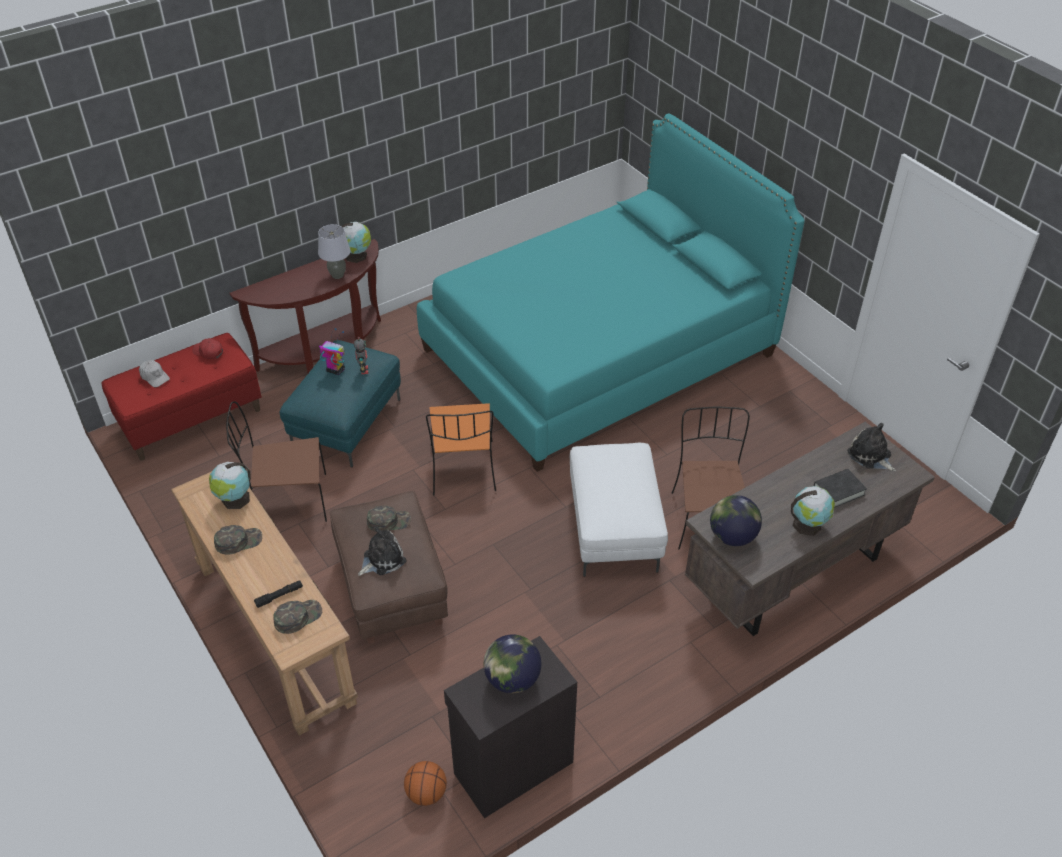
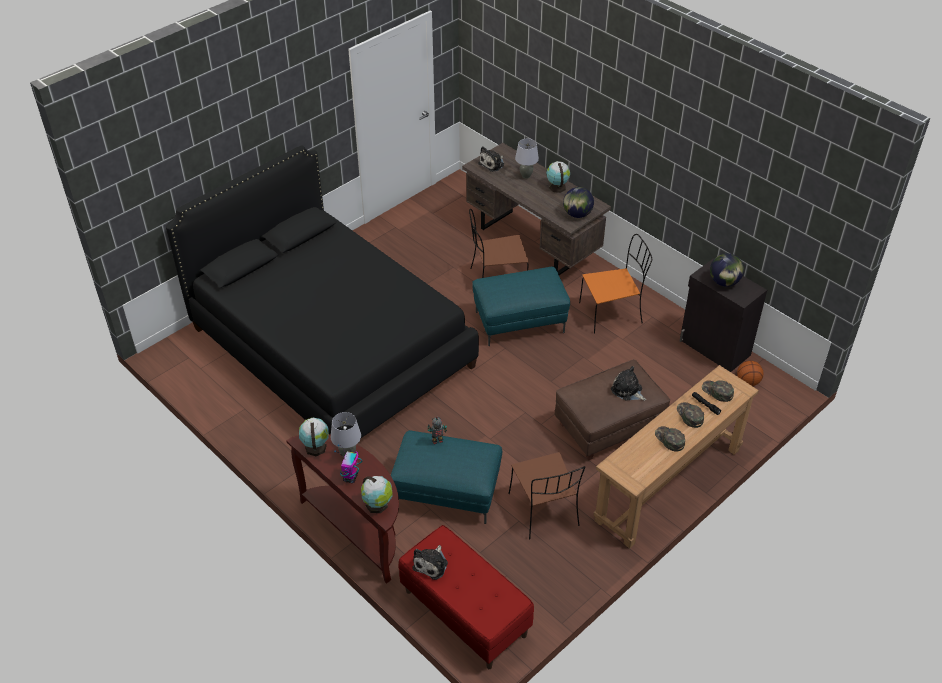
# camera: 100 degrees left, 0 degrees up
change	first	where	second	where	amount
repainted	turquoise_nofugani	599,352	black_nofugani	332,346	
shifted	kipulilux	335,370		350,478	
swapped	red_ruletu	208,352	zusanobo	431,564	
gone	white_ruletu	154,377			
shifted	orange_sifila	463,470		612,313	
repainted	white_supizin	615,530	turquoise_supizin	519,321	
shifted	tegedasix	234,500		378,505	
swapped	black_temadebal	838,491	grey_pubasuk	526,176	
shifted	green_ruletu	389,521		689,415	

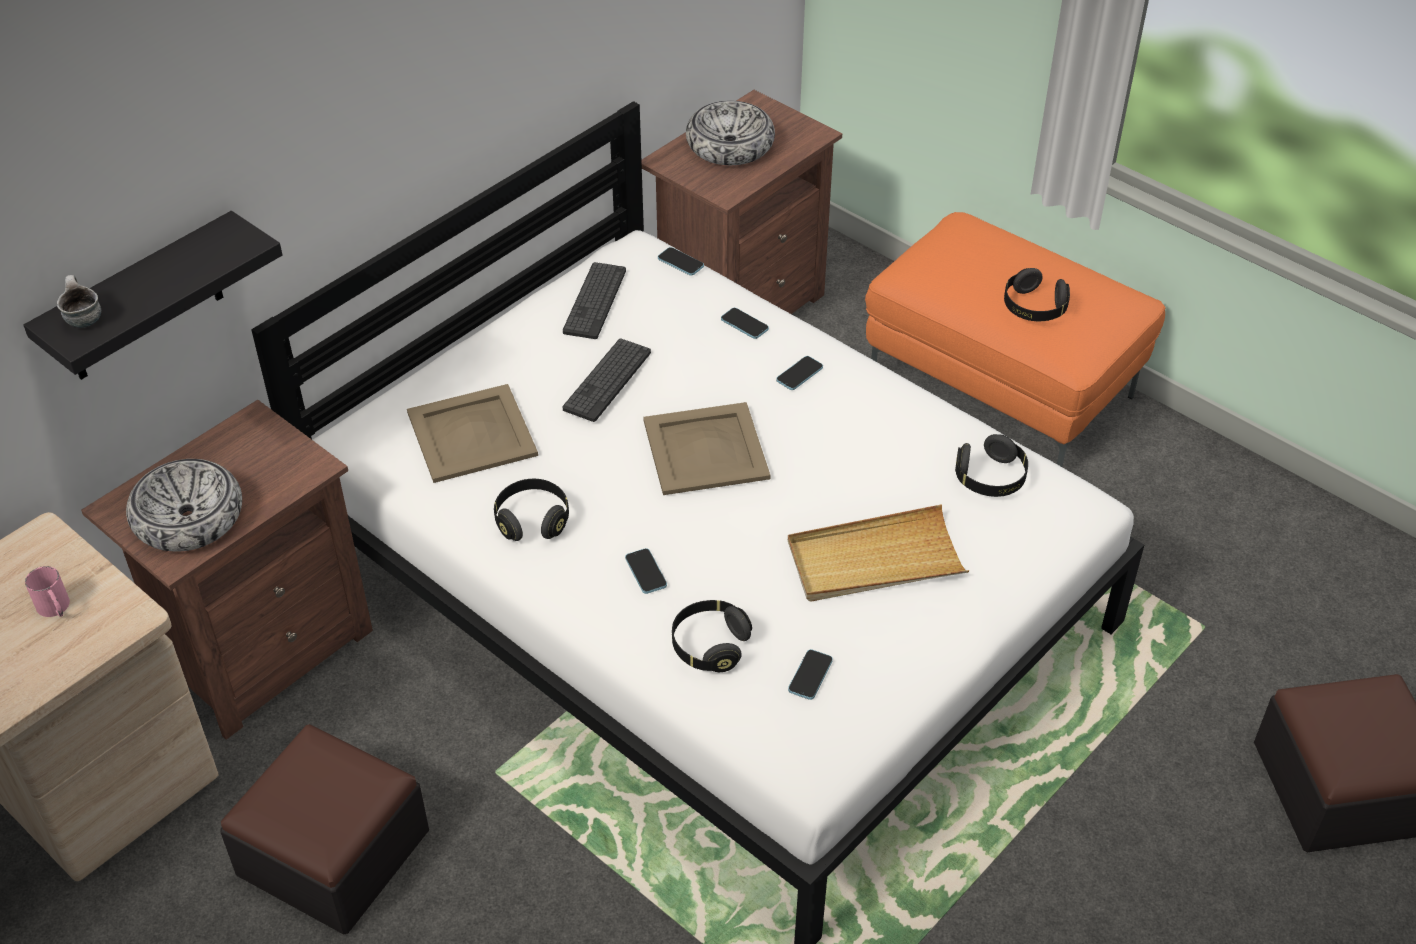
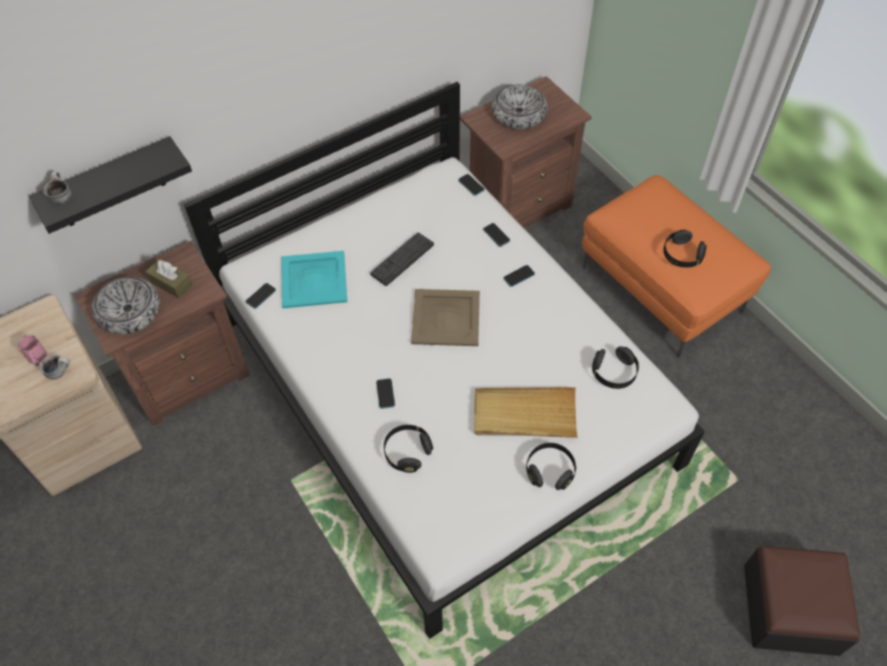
# camera: 15 degrees right, 10 degrees up
change	first	where	second	where	amount
gone	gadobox	595,301			
repainted	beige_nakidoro	472,433	turquoise_nakidoro	314,279	
shifted	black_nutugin	532,520		550,470	
shifted	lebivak	810,675		261,296	
gone	supizin	333,852			
new			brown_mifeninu	171,283	
new			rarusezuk	60,371	

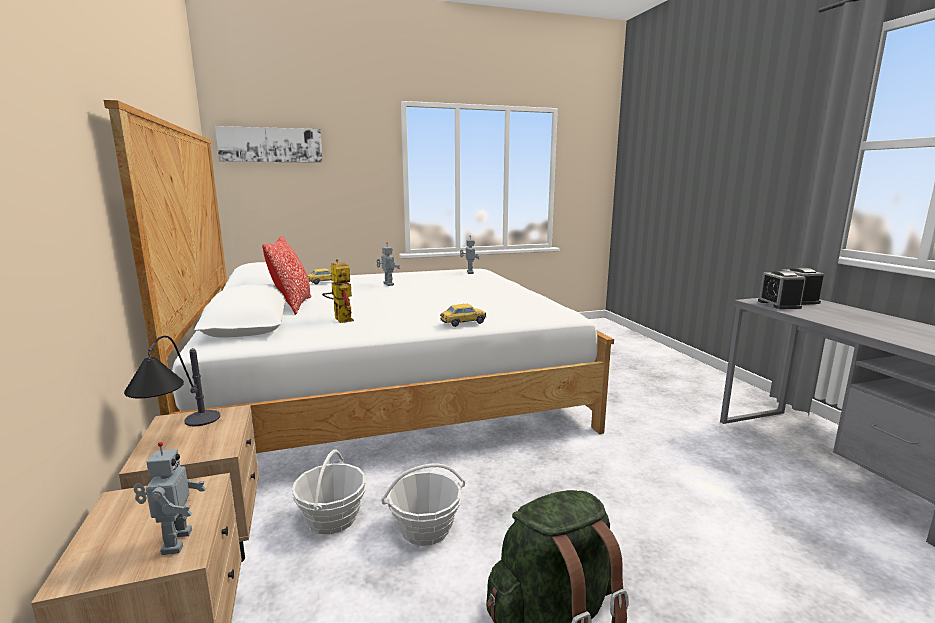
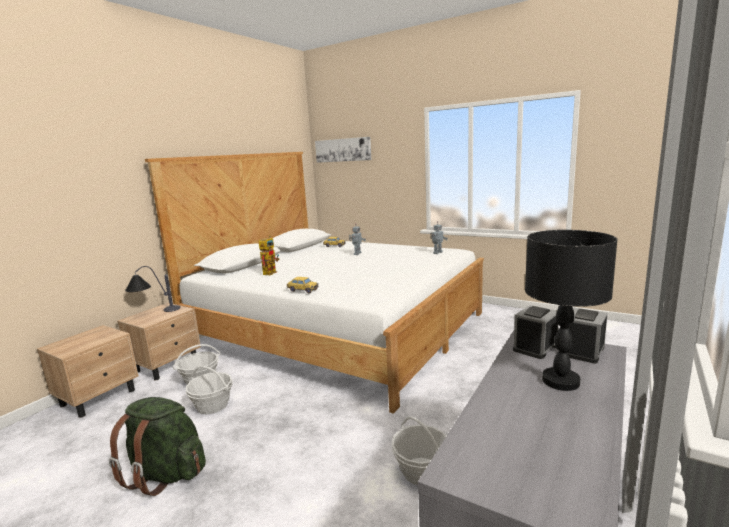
# camera: 50 degrees right, 0 degrees up
change	first	where	second	where	amount
gone	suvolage	292,305			
gone	kipulilux	174,542			
new			black_pubasuk	561,381	
new			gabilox	421,471	

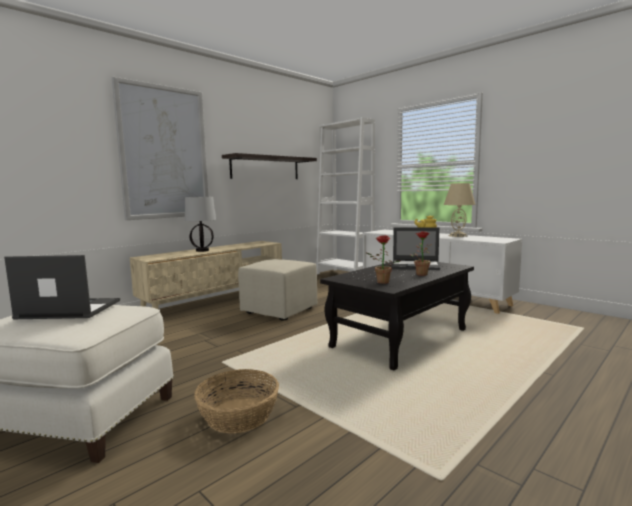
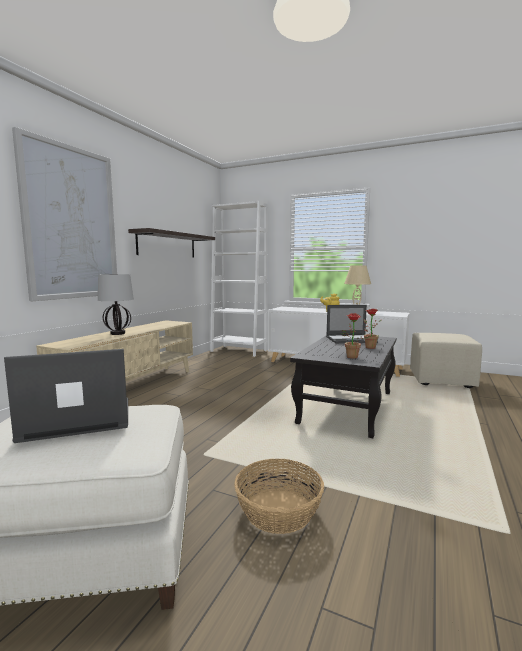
# camera: 20 degrees left, 0 degrees up
change	first	where	second	where	amount
shifted	beige_supizin	280,311		442,380	

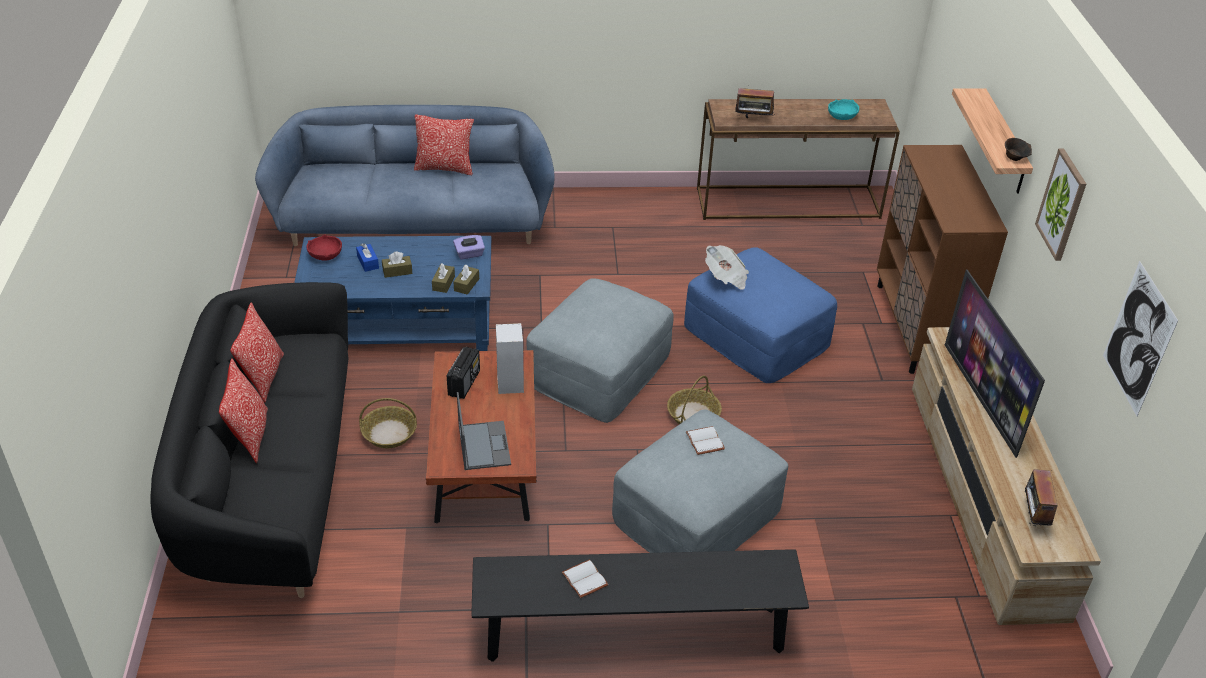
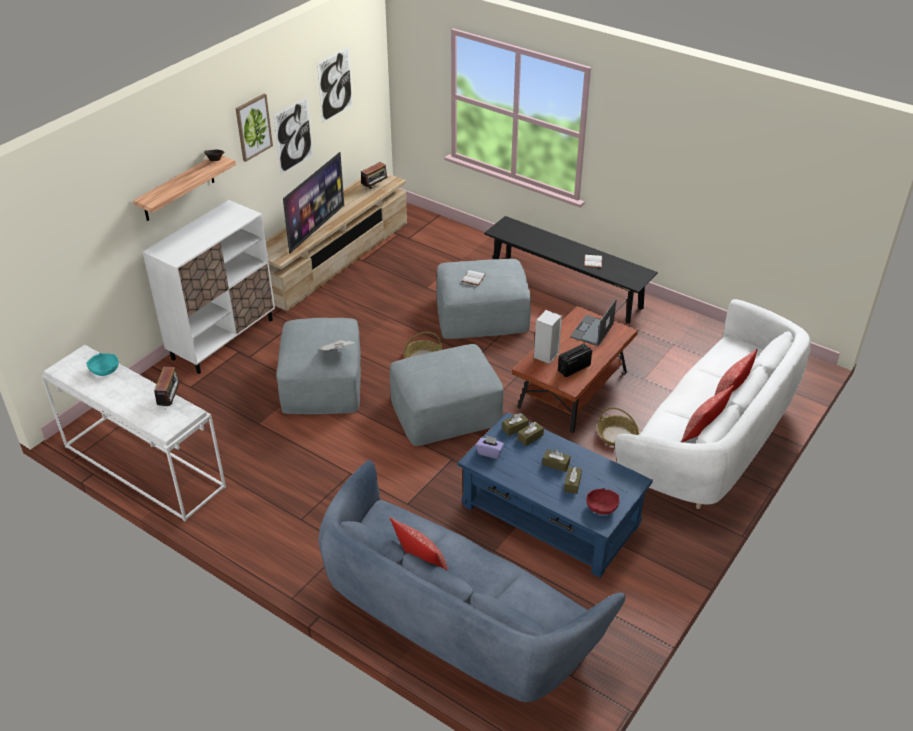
# camera: 140 degrees left, 0 degrees up
change	first	where	second	where	amount
rotated	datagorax	753,120		170,401	45 degrees clockwise
repainted	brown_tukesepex	788,202	white_tukesepex	142,467	
repainted	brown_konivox	917,327	white_konivox	223,339	
repainted	blue_mifeninu	368,262	brown_mifeninu	572,484	
repainted	blue_supizin	757,335	grey_supizin	322,382	
repainted	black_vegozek	271,481	white_vegozek	711,441	
new			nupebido	293,135	

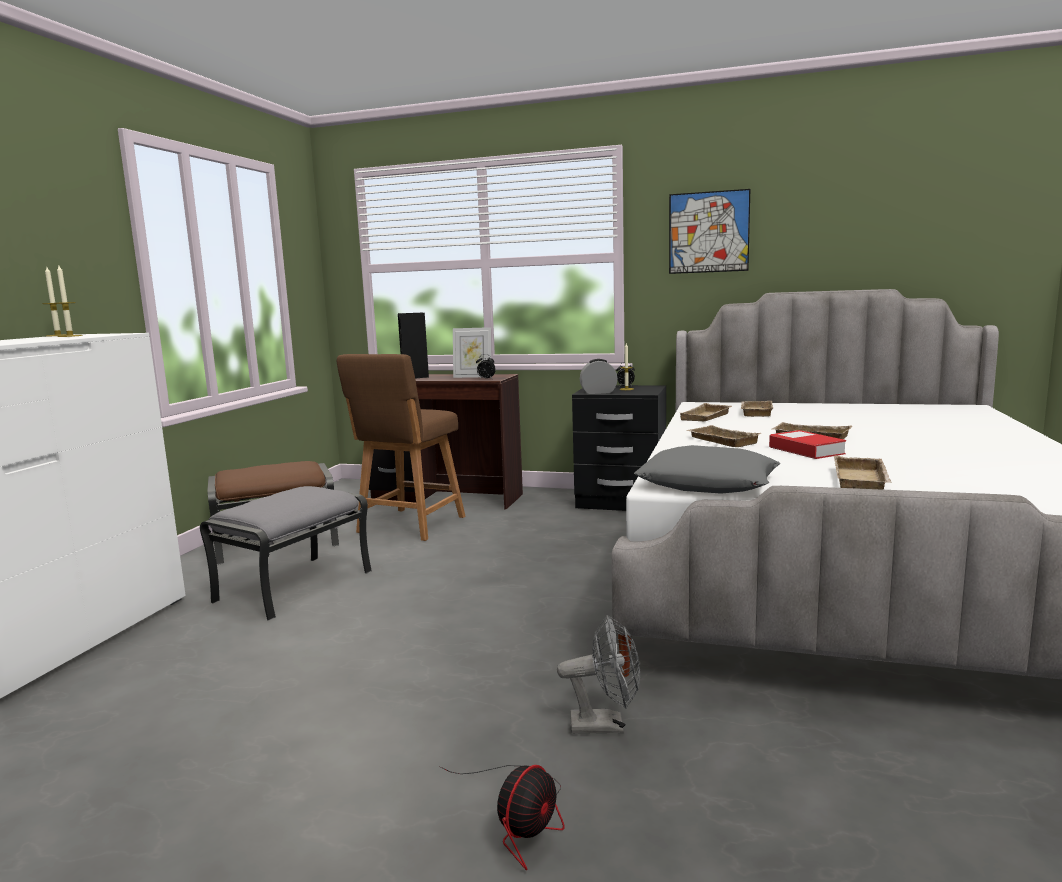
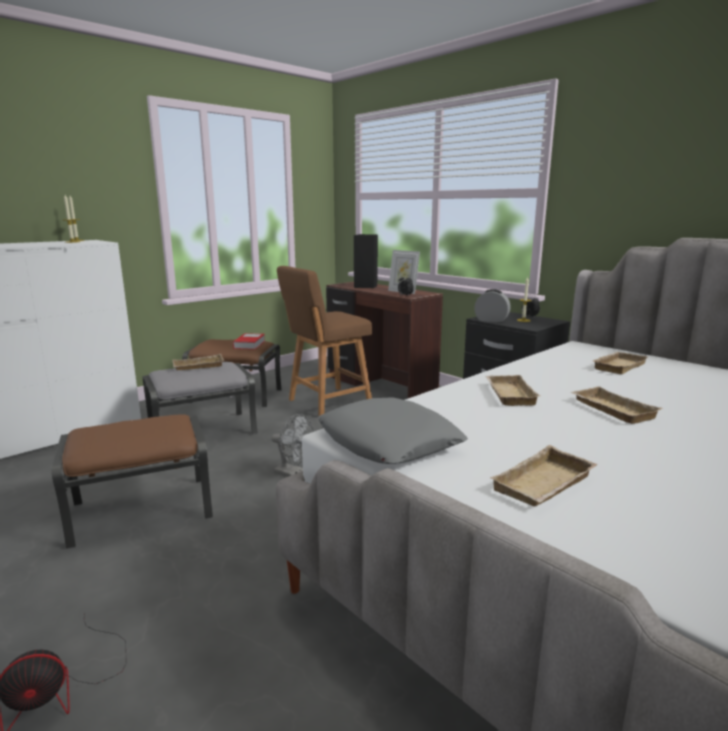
# camera: 30 degrees right, 5 degrees up
change	first	where	second	where	amount
gone	nupebido	708,232			
shifted	beige_nakidoro	706,417		198,367	
shifted	temadebal	806,450		249,344	
shifted	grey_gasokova	606,725		294,474	
new			brown_supizin	143,510	

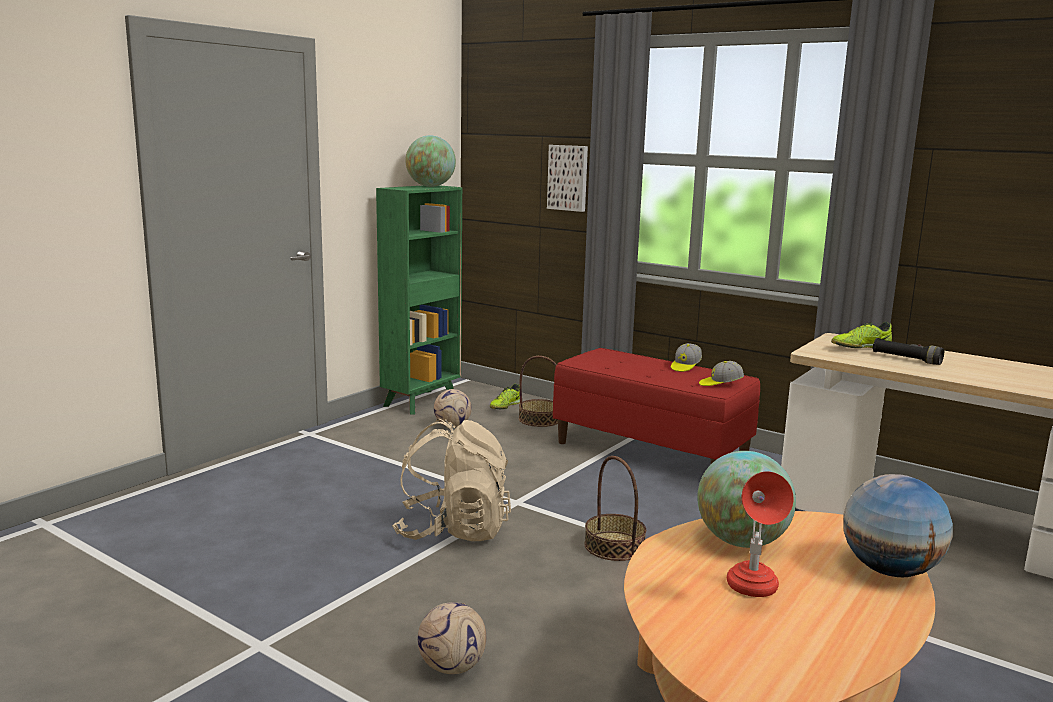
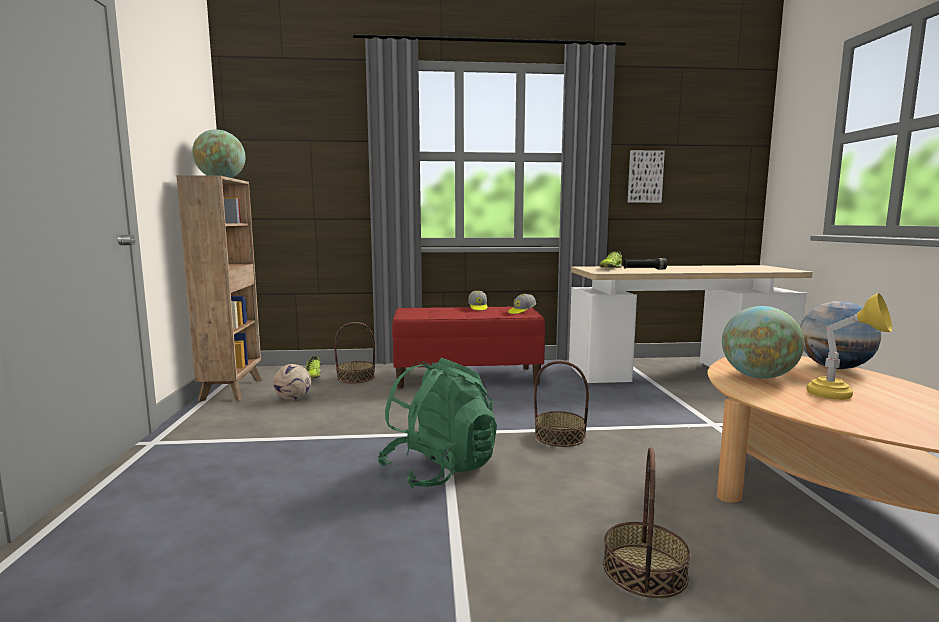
# camera: 40 degrees left, 5 degrees down
change	first	where	second	where	amount
shifted	nupebido	568,178		644,177	
repainted	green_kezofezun	422,402	brown_kezofezun	232,389	
repainted	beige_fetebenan	453,531	green_fetebenan	439,469	
repainted	red_pubasuk	753,593	yellow_pubasuk	841,397	
swapped	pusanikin	452,668	gabilox	645,570	

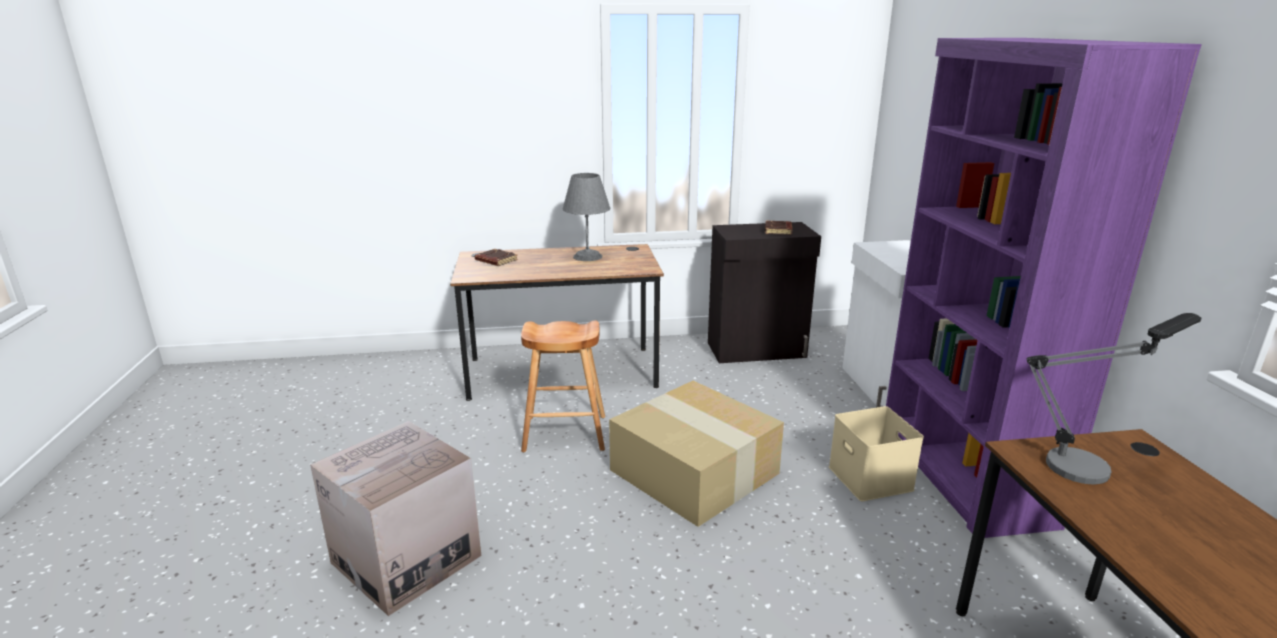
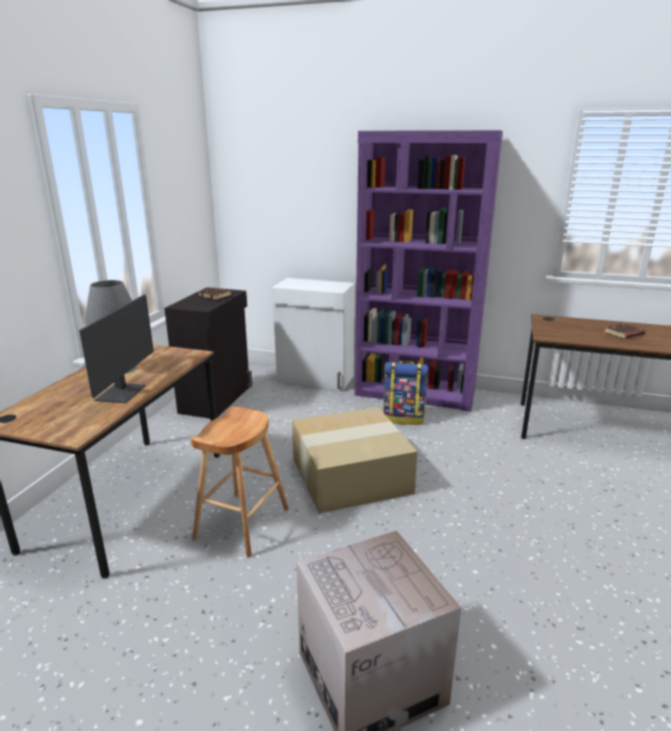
# camera: 65 degrees left, 0 degrees up
change	first	where	second	where	amount
shifted	brown_temadebal	495,261		624,334	
gone	pubasuk	1089,463			
swapped	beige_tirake	872,479	fetebenan	403,418	
new			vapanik	122,393	

